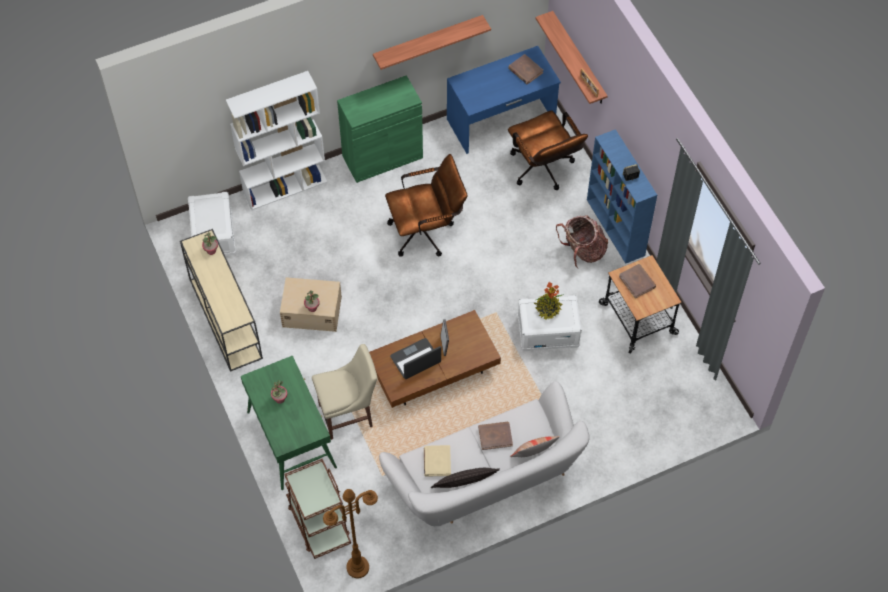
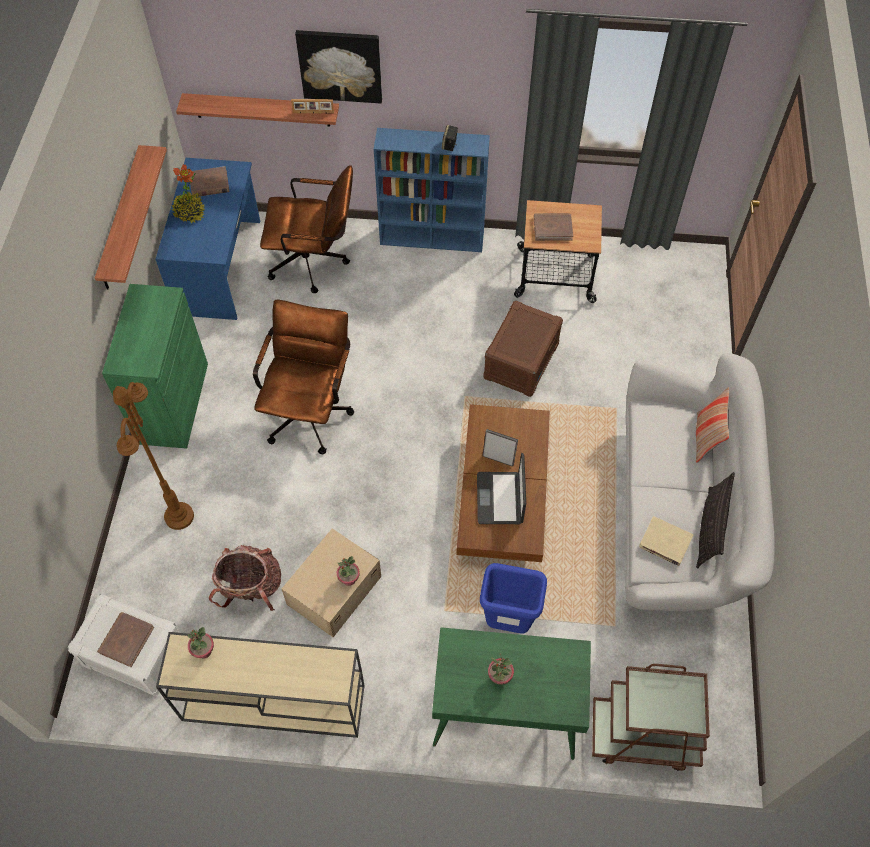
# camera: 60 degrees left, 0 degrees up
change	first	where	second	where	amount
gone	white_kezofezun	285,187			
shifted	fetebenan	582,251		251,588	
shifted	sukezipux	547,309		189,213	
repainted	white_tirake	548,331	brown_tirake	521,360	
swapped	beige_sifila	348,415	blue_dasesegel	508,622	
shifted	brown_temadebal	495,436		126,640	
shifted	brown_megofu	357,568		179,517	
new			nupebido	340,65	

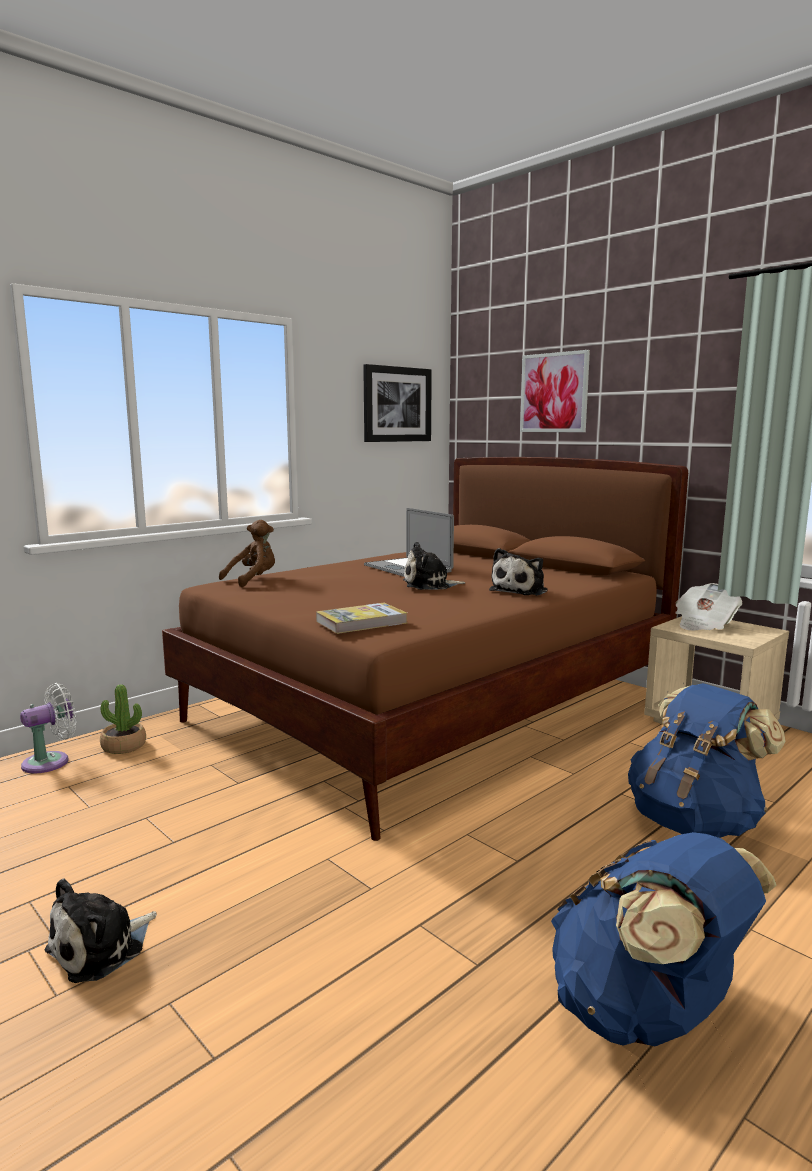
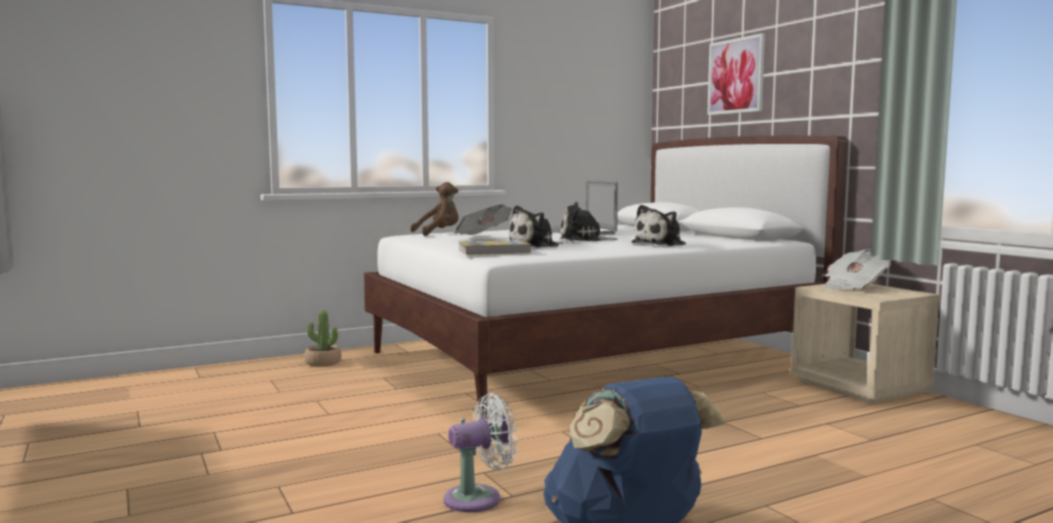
# camera: 15 degrees right, 5 degrees down
change	first	where	second	where	amount
gone	nupebido	397,404			
repainted	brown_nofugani	432,707	white_nofugani	593,359	
shifted	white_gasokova	51,761		478,498	
gone	blue_fetebenan	694,822			
shifted	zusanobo	101,948		535,245	
new			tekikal	483,237	

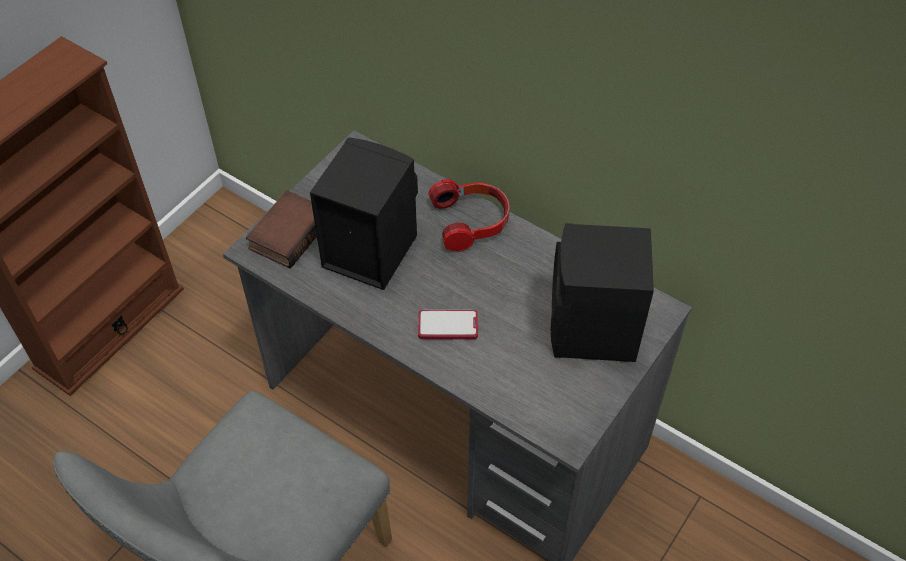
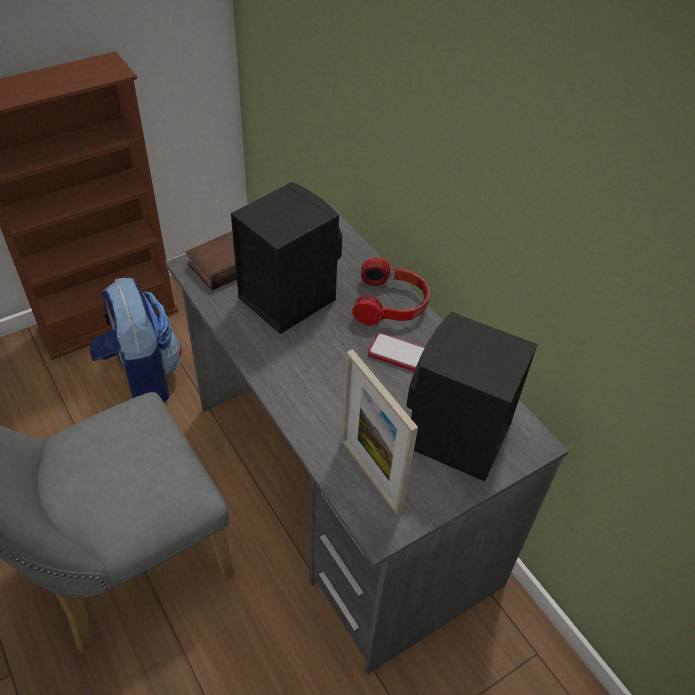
# camera: 20 degrees right, 5 degrees down
change	first	where	second	where	amount
shifted	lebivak	448,326		398,354	
new			fetebenan	142,377	
new			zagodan	370,475	

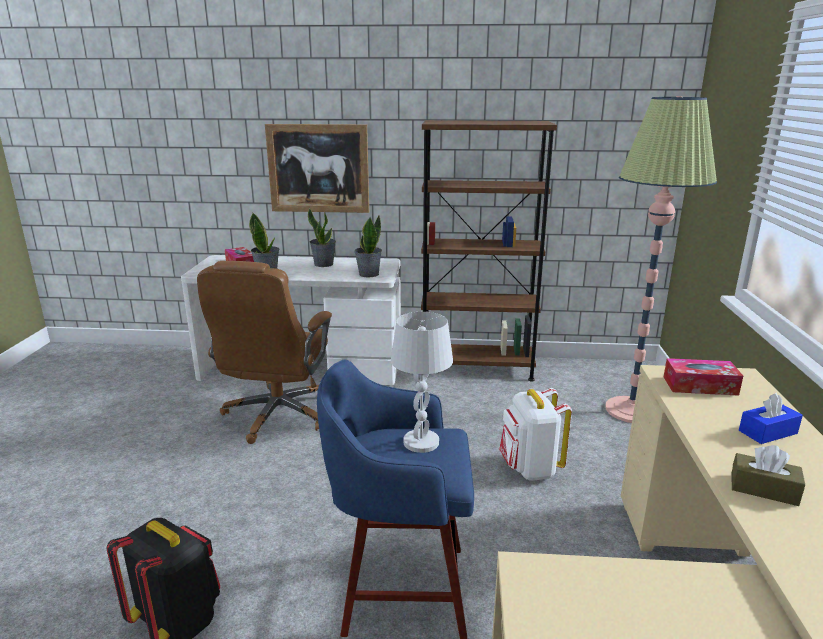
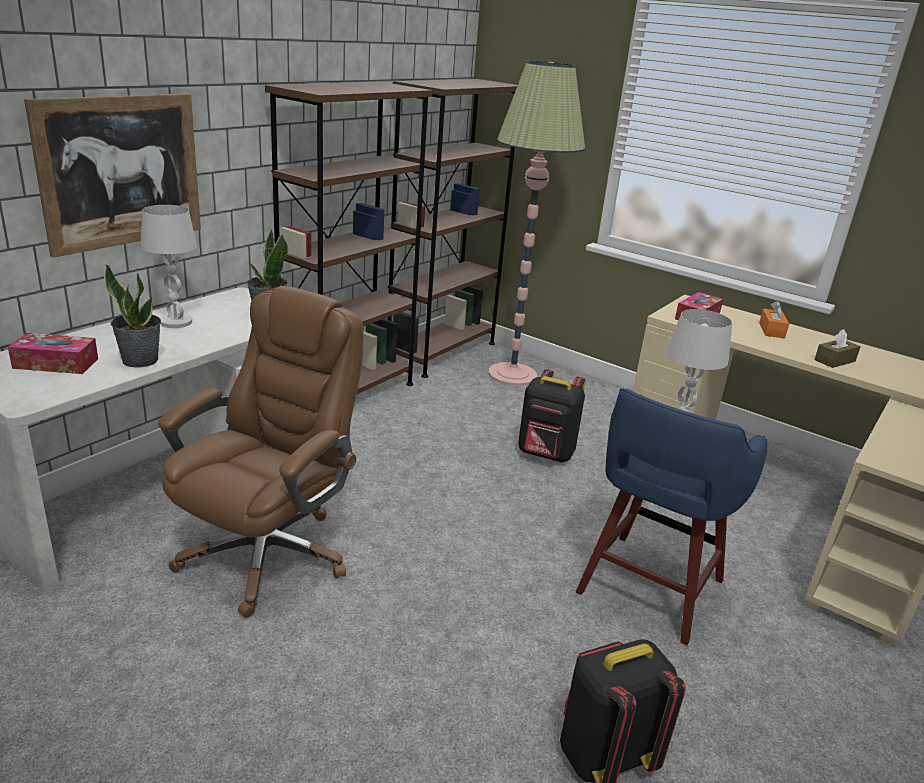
# camera: 60 degrees left, 5 degrees up
change	first	where	second	where	amount
swapped	sukezipux	324,264	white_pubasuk	176,322	
rotated	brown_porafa	277,415		268,553	105 degrees counterclockwise
repainted	white_fetebenan	530,469	black_fetebenan	545,454	
repainted	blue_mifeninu	767,432	orange_mifeninu	771,330	
new			brown_kezofezun	441,352	

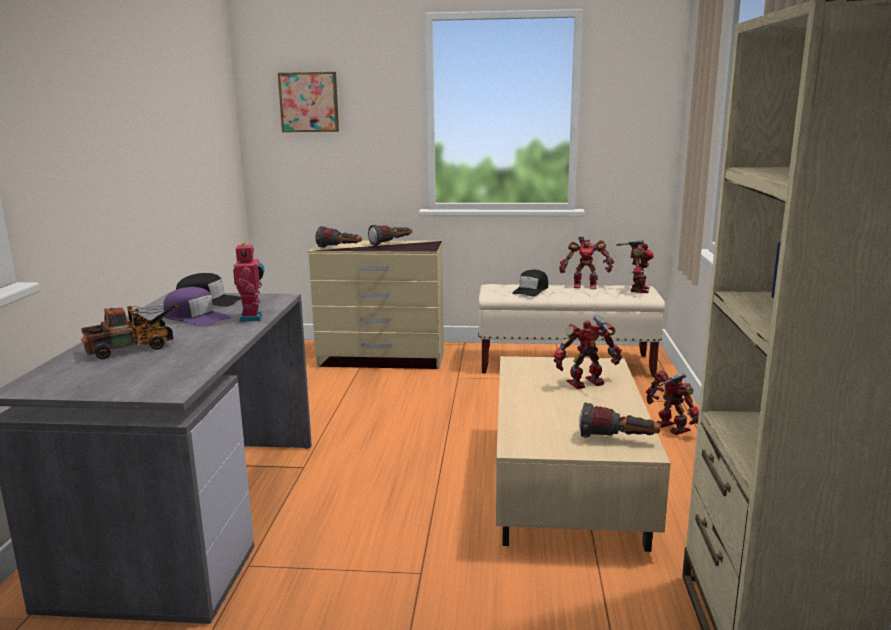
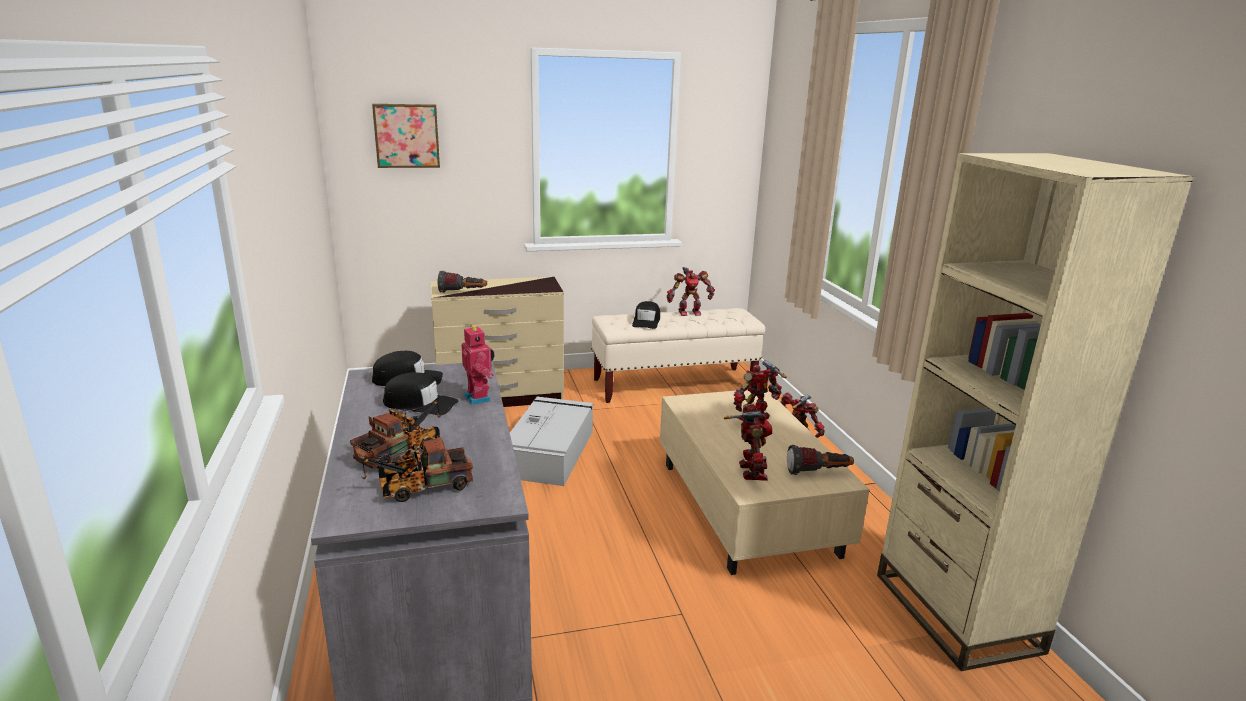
# camera: 20 degrees left, 5 degrees up
change	first	where	second	where	amount
gone	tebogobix	391,243			
shifted	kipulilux	637,289		749,472	
repainted	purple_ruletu	196,318	black_ruletu	420,404	
new			grey_tirake	550,452	
new			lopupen	419,488	

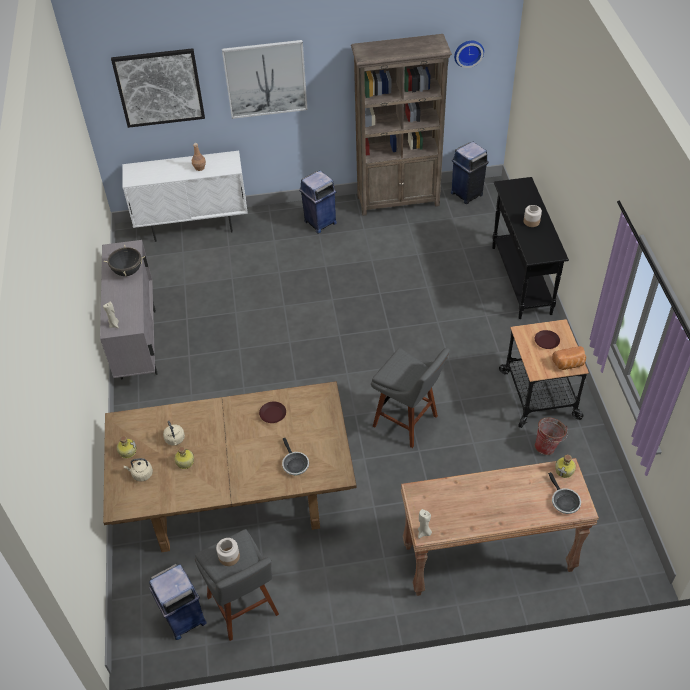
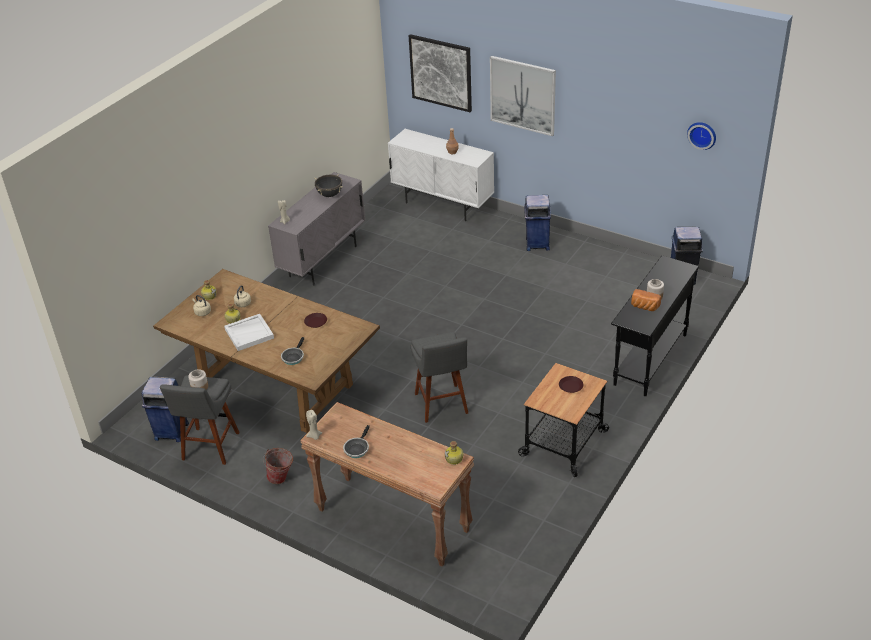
# camera: 40 degrees right, 10 degrees down
change	first	where	second	where	amount
gone	brown_kezofezun	398,201			
shifted	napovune	569,364		644,307	
shifted	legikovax	548,446		281,478	
shifted	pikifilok	563,501		357,448	
new			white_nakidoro	249,333	

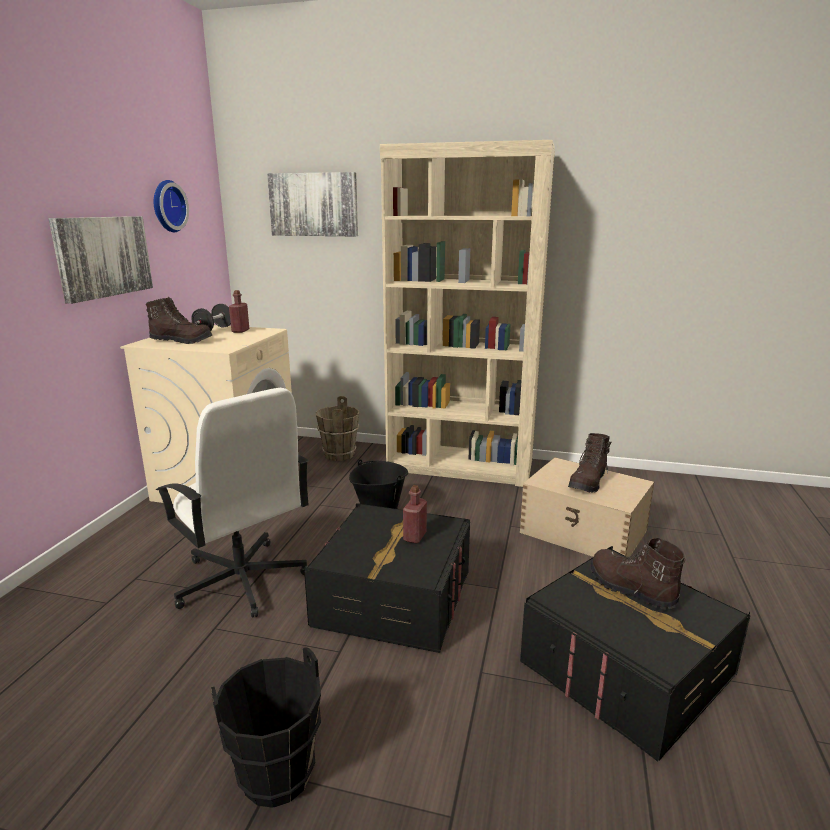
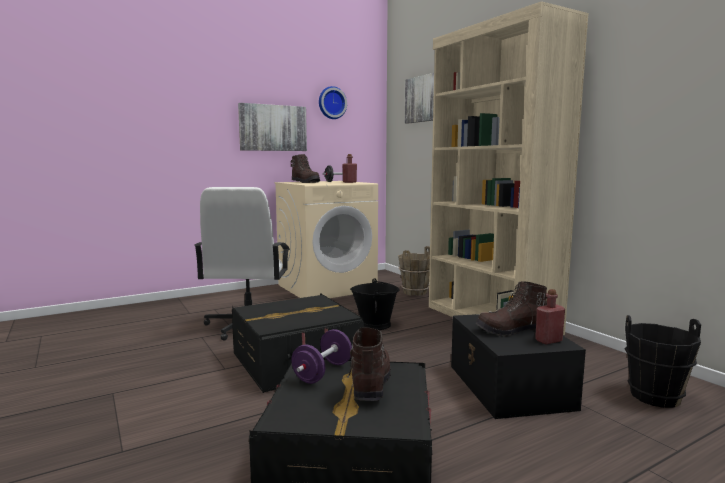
# camera: 45 degrees right, 10 degrees down
change	first	where	second	where	amount
repainted	beige_tirake	584,532	black_tirake	509,387	
shifted	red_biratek	415,536		548,340	
shifted	black_legikovax	277,776		655,397	
new			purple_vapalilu	322,372	

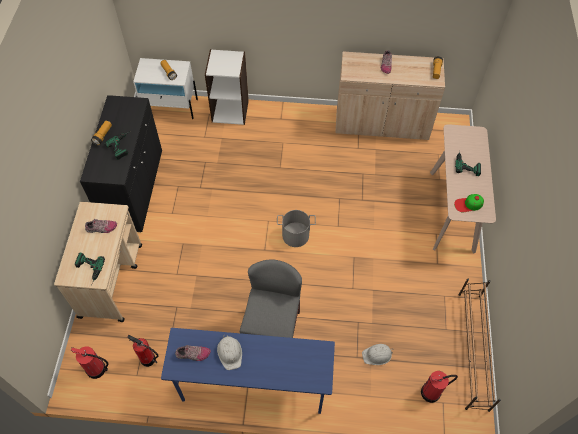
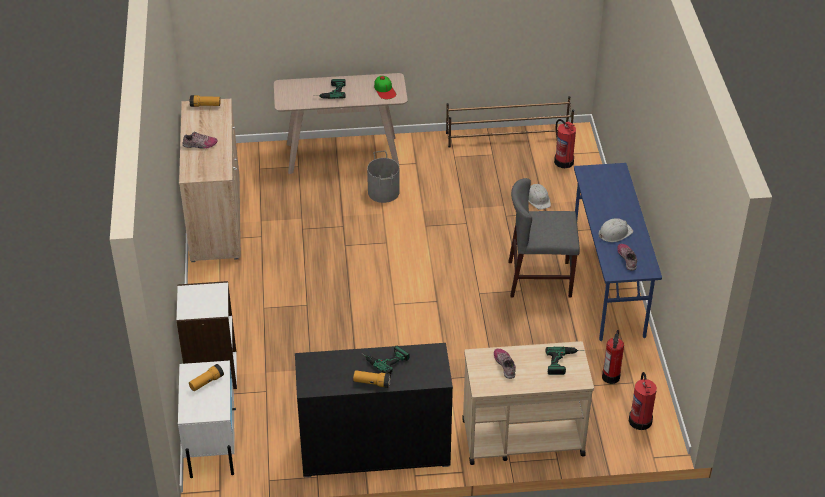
# camera: 100 degrees left, 15 degrees down
change	first	where	second	where	amount
shifted	grey_legikovax	295,235		384,192	

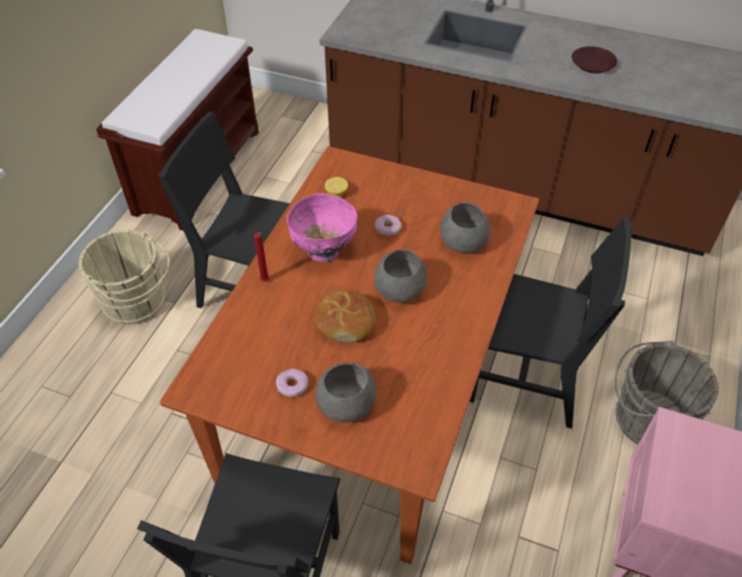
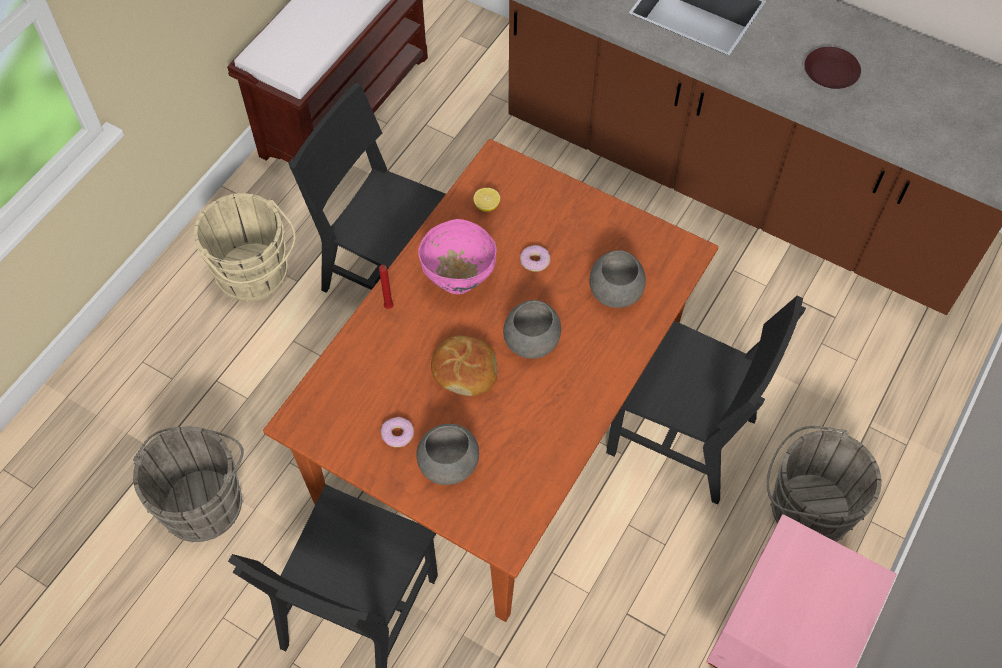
# camera: 10 degrees right, 10 degrees up
change	first	where	second	where	amount
new			grey_legikovax	204,500	

